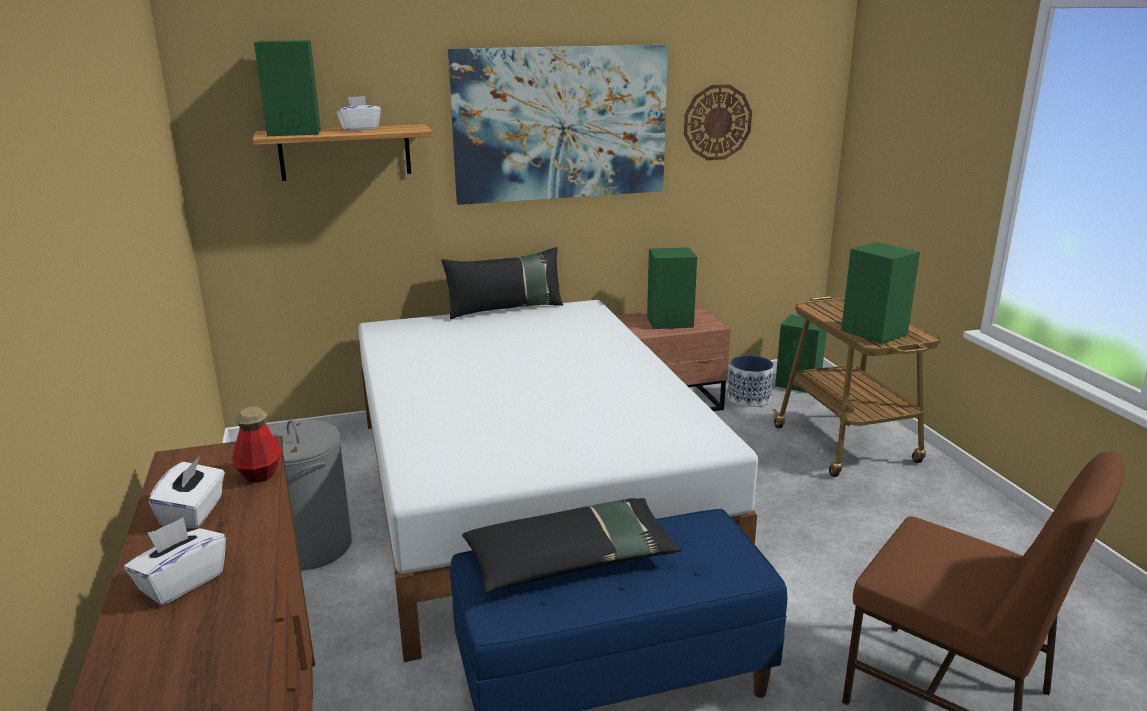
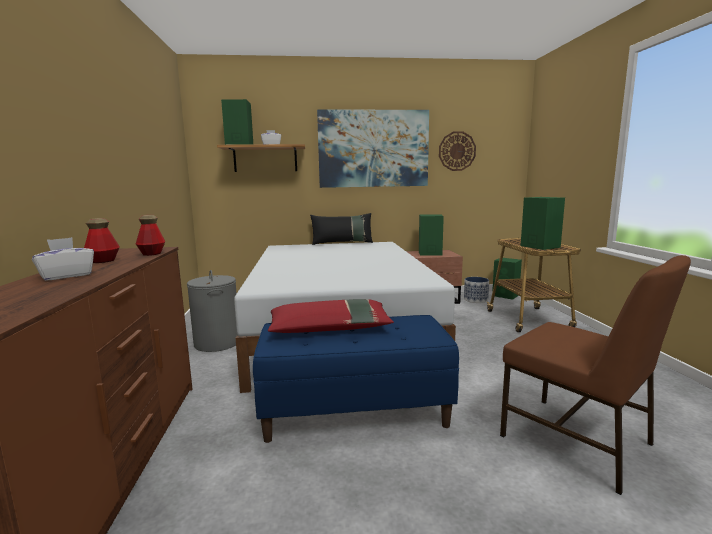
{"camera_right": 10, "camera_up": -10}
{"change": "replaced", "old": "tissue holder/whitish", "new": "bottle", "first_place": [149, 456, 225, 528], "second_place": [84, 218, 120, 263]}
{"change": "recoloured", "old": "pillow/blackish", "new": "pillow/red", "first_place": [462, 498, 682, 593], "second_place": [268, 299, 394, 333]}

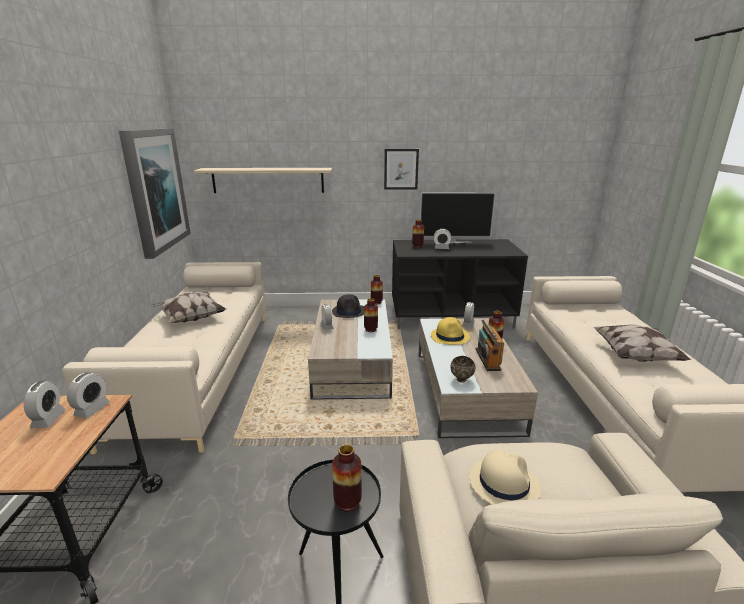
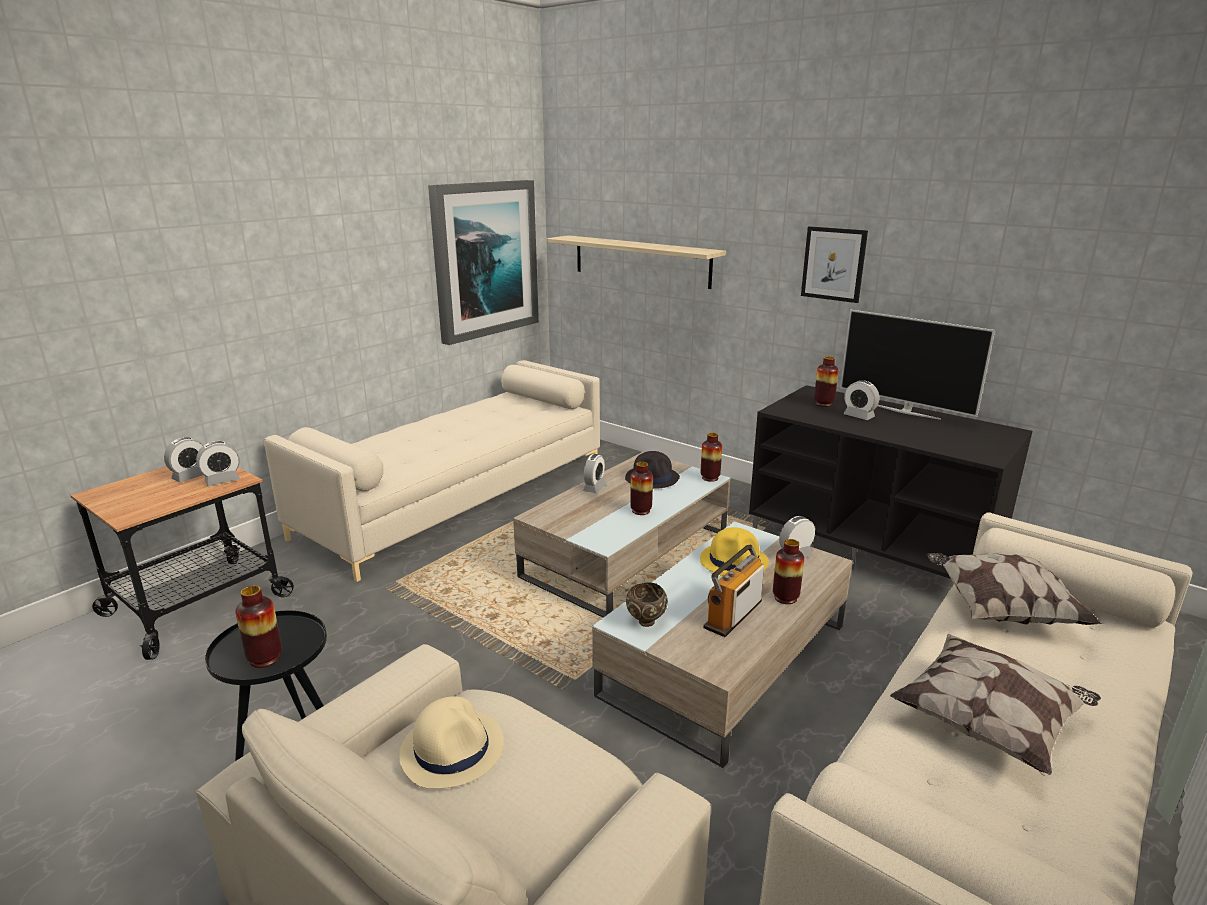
{"camera_right": 40, "camera_up": 0}
{"change": "moved", "old": "pillow", "first_place": [153, 292, 226, 323], "second_place": [926, 553, 1102, 625]}

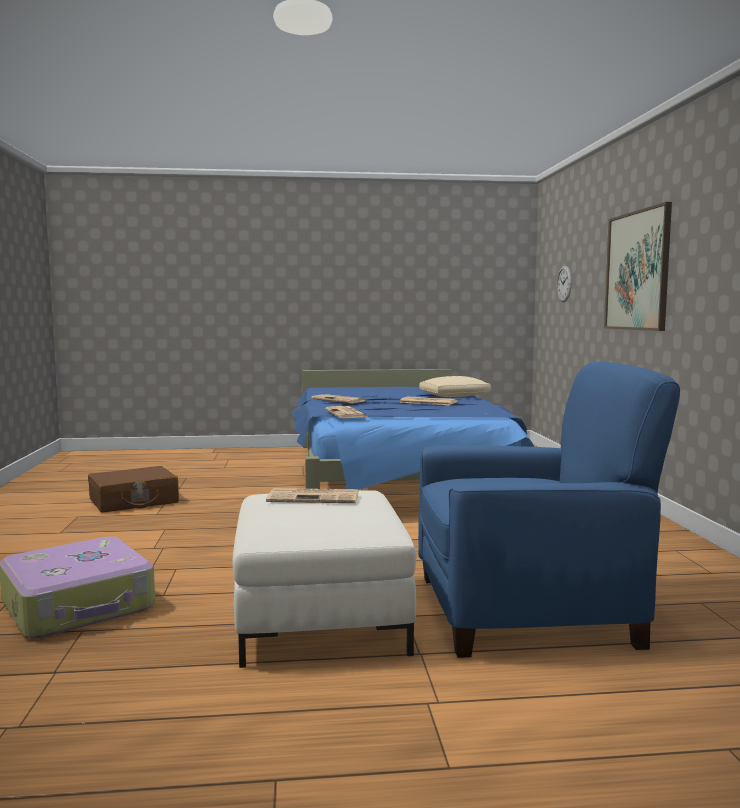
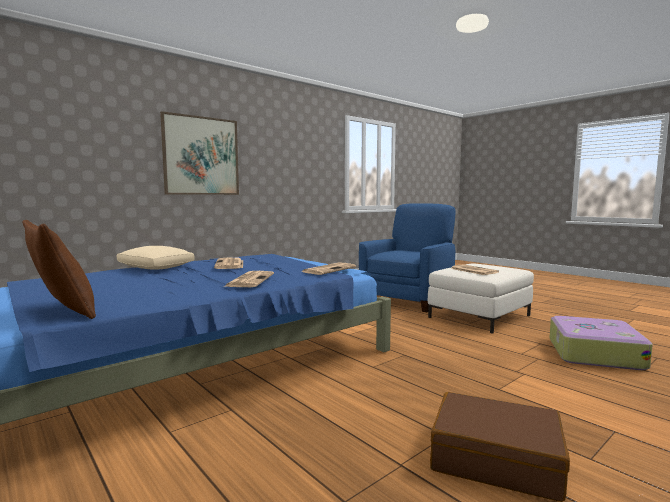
{"camera_right": -125, "camera_up": 0}
{"change": "added", "new": "pillow/brown", "second_place": [22, 220, 96, 319]}
{"change": "turned", "old": "armchair/blue-coloured", "first_place": [418, 361, 680, 658], "second_place": [359, 203, 455, 312], "degrees": 75}
{"change": "removed", "old": "wall clock", "first_place": [557, 266, 572, 302]}

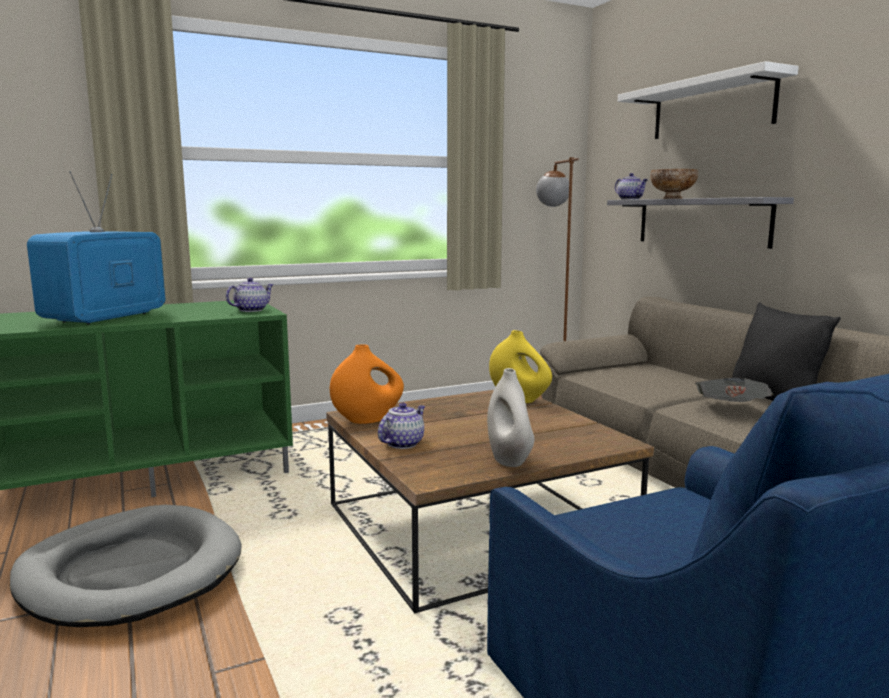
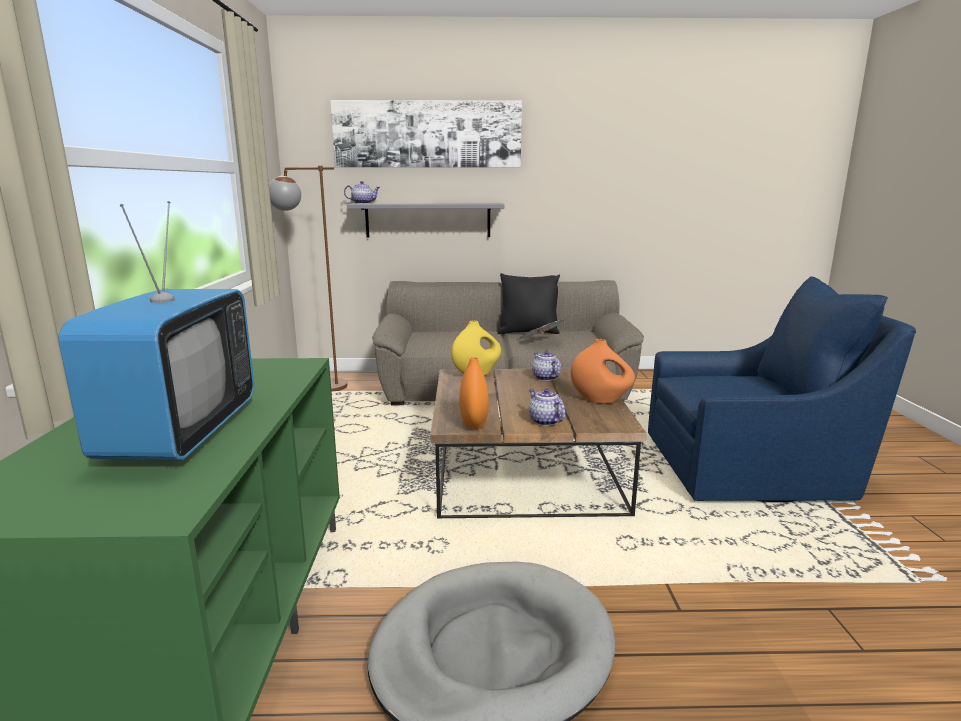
{"camera_right": -65, "camera_up": 5}
{"change": "turned", "old": "TV", "first_place": [27, 171, 165, 324], "second_place": [58, 201, 254, 461], "degrees": -135}
{"change": "replaced", "old": "wall shelf/whitish", "new": "wall picture", "first_place": [618, 61, 799, 139], "second_place": [330, 100, 522, 168]}
{"change": "moved", "old": "pot for tea", "first_place": [226, 278, 274, 312], "second_place": [532, 351, 561, 381]}
{"change": "recoloured", "old": "flower vase/whitish", "new": "flower vase/orange", "first_place": [487, 368, 534, 467], "second_place": [571, 339, 635, 404]}
{"change": "removed", "old": "bowl", "first_place": [650, 169, 698, 199]}

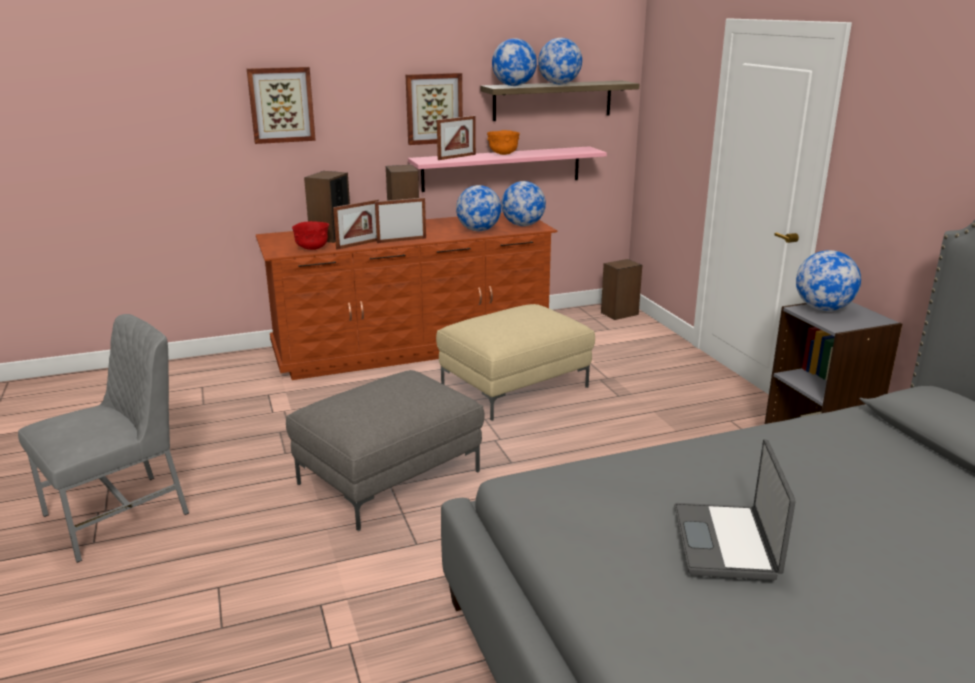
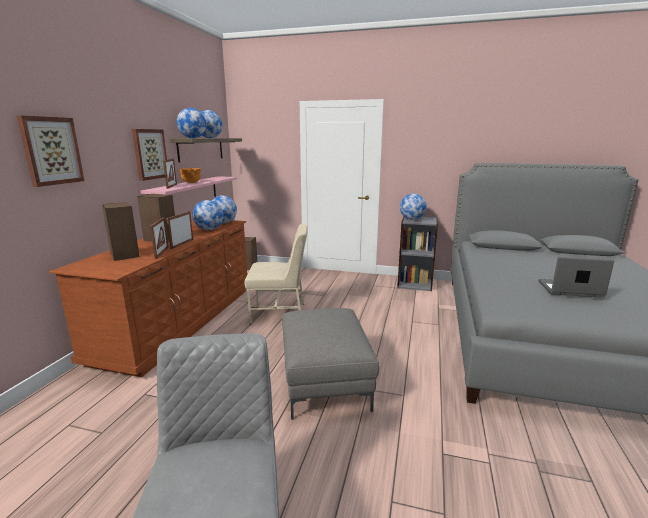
{"camera_right": -55, "camera_up": -5}
{"change": "replaced", "old": "ottoman/beige-coloured", "new": "plain chair/beige-coloured", "first_place": [436, 304, 595, 421], "second_place": [245, 224, 308, 324]}
{"change": "turned", "old": "laptop", "first_place": [674, 439, 795, 580], "second_place": [539, 257, 614, 298], "degrees": 150}
{"change": "removed", "old": "bowl/red", "first_place": [292, 221, 329, 250]}

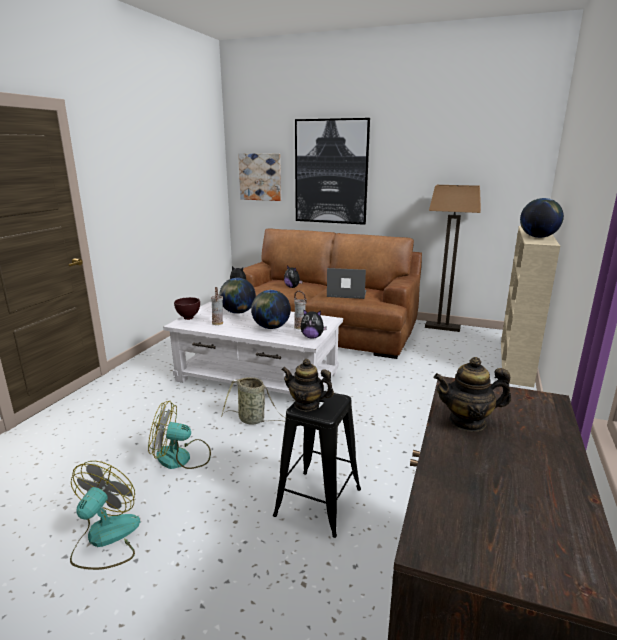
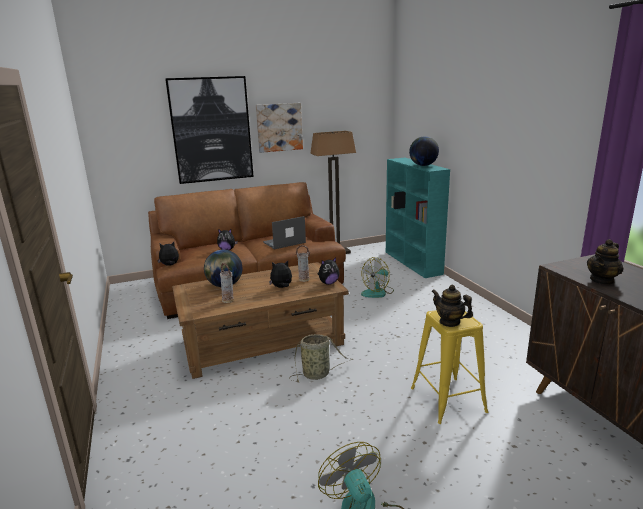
{"camera_right": -40, "camera_up": 0}
{"change": "recoloured", "old": "low table/whitish", "new": "low table/brown", "first_place": [163, 302, 343, 395], "second_place": [172, 262, 349, 379]}
{"change": "moved", "old": "wall picture", "first_place": [238, 153, 281, 201], "second_place": [256, 103, 303, 153]}
{"change": "replaced", "old": "desk globe", "new": "soft toy", "first_place": [251, 290, 291, 329], "second_place": [269, 261, 292, 288]}
{"change": "moved", "old": "cooling fan", "first_place": [148, 401, 211, 469], "second_place": [361, 257, 394, 298]}
{"change": "recoloured", "old": "bookshelf/beige-coloured", "new": "bookshelf/turquoise-coloured", "first_place": [501, 226, 560, 387], "second_place": [386, 158, 450, 278]}
{"change": "recoloured", "old": "sitting stool/blackish", "new": "sitting stool/yellow-coloured", "first_place": [273, 391, 361, 538], "second_place": [411, 310, 488, 424]}
{"change": "turned", "old": "pot for tea", "first_place": [281, 359, 334, 411], "second_place": [431, 285, 473, 327], "degrees": 60}
{"change": "removed", "old": "bowl/brown", "first_place": [174, 297, 200, 320]}

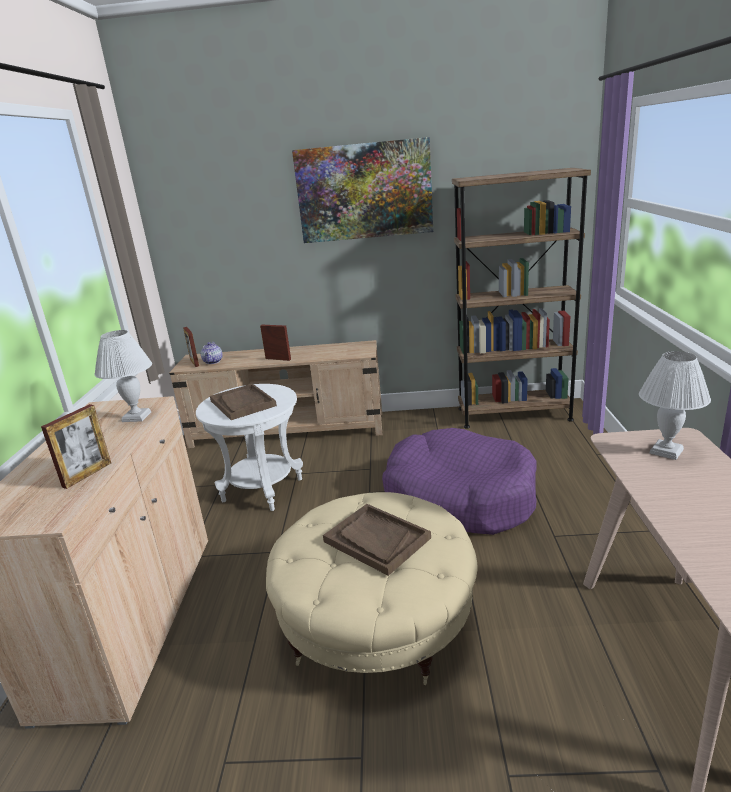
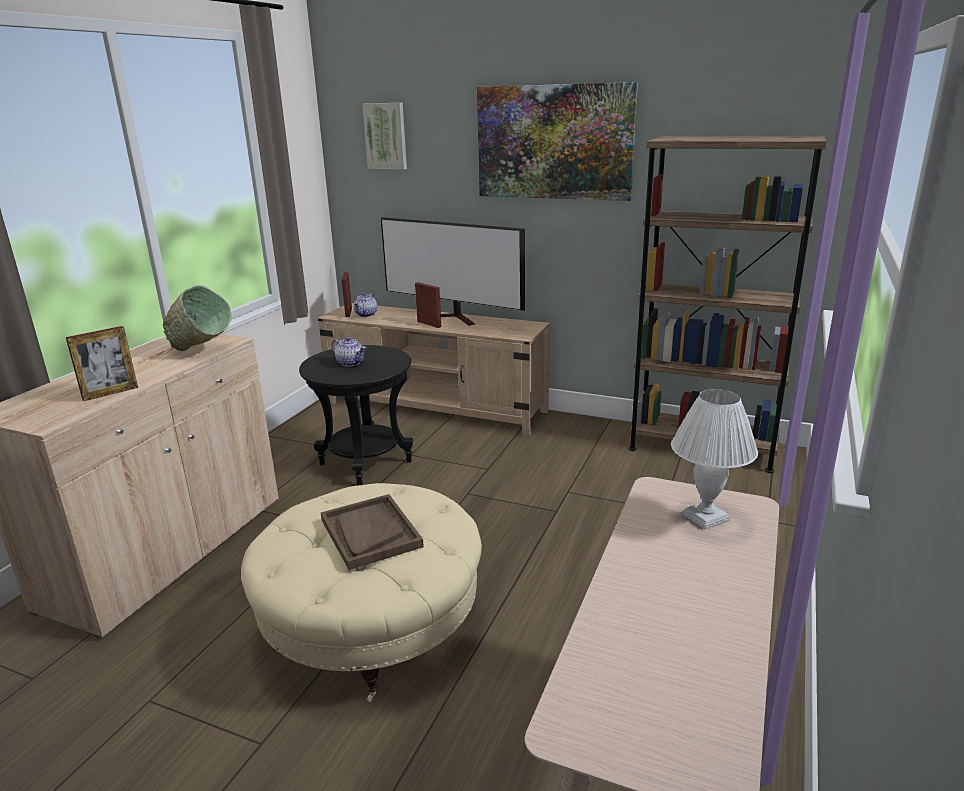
{"camera_right": 20, "camera_up": 0}
{"change": "replaced", "old": "lamp for a table/whitish", "new": "bowl/green-coloured", "first_place": [94, 330, 152, 422], "second_place": [163, 285, 232, 351]}
{"change": "recoloured", "old": "end table/whitish", "new": "end table/blackish", "first_place": [196, 384, 303, 511], "second_place": [299, 345, 413, 486]}
{"change": "replaced", "old": "carrying tray/brown", "new": "pot for tea", "first_place": [210, 384, 277, 420], "second_place": [331, 337, 366, 367]}
{"change": "added", "new": "wall picture", "second_place": [362, 103, 407, 170]}
{"change": "added", "new": "TV", "second_place": [381, 217, 525, 326]}
{"change": "removed", "old": "pet bed/purplish", "first_place": [382, 428, 537, 535]}

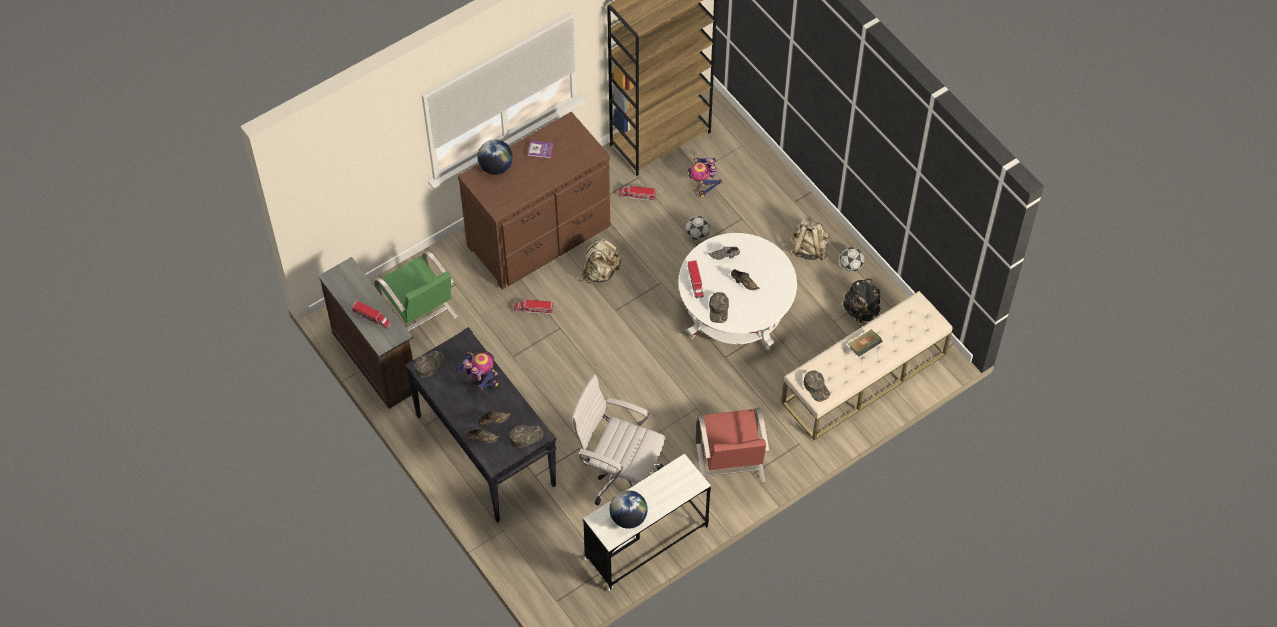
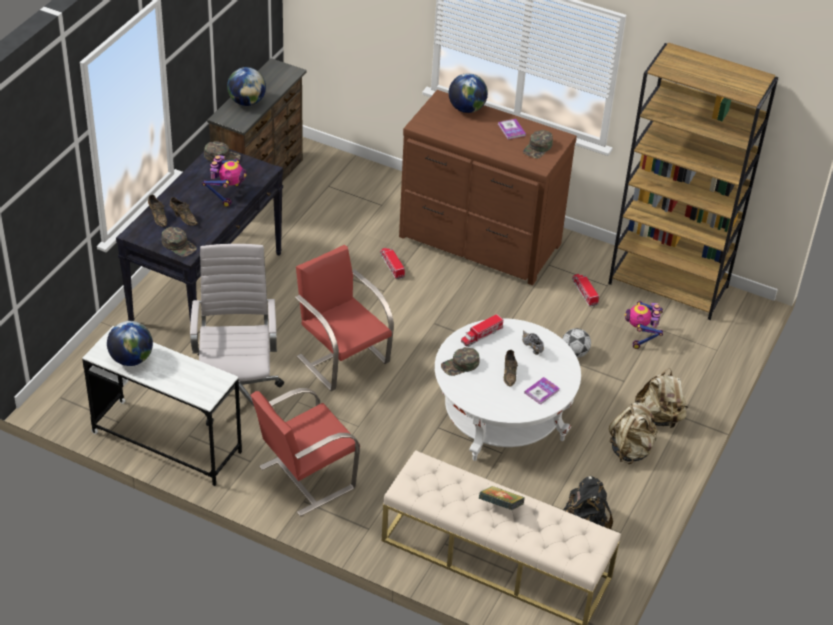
{"camera_right": 60, "camera_up": -15}
{"change": "replaced", "old": "toy truck", "new": "desk globe", "first_place": [352, 301, 391, 328], "second_place": [227, 67, 266, 106]}
{"change": "added", "new": "plain chair/red", "second_place": [295, 245, 394, 391]}
{"change": "moved", "old": "cap/green-coloured", "first_place": [804, 370, 830, 402], "second_place": [523, 130, 553, 158]}
{"change": "added", "new": "book", "second_place": [524, 377, 560, 405]}
{"change": "turned", "old": "robot figure", "first_place": [687, 157, 722, 198], "second_place": [625, 301, 663, 349], "degrees": -45}
{"change": "moved", "old": "rucksack/beige-coloured", "first_place": [582, 239, 621, 283], "second_place": [635, 368, 688, 428]}
{"change": "removed", "old": "plain chair/green-coloured", "first_place": [374, 251, 458, 344]}
{"change": "removed", "old": "football", "first_place": [840, 247, 865, 272]}

